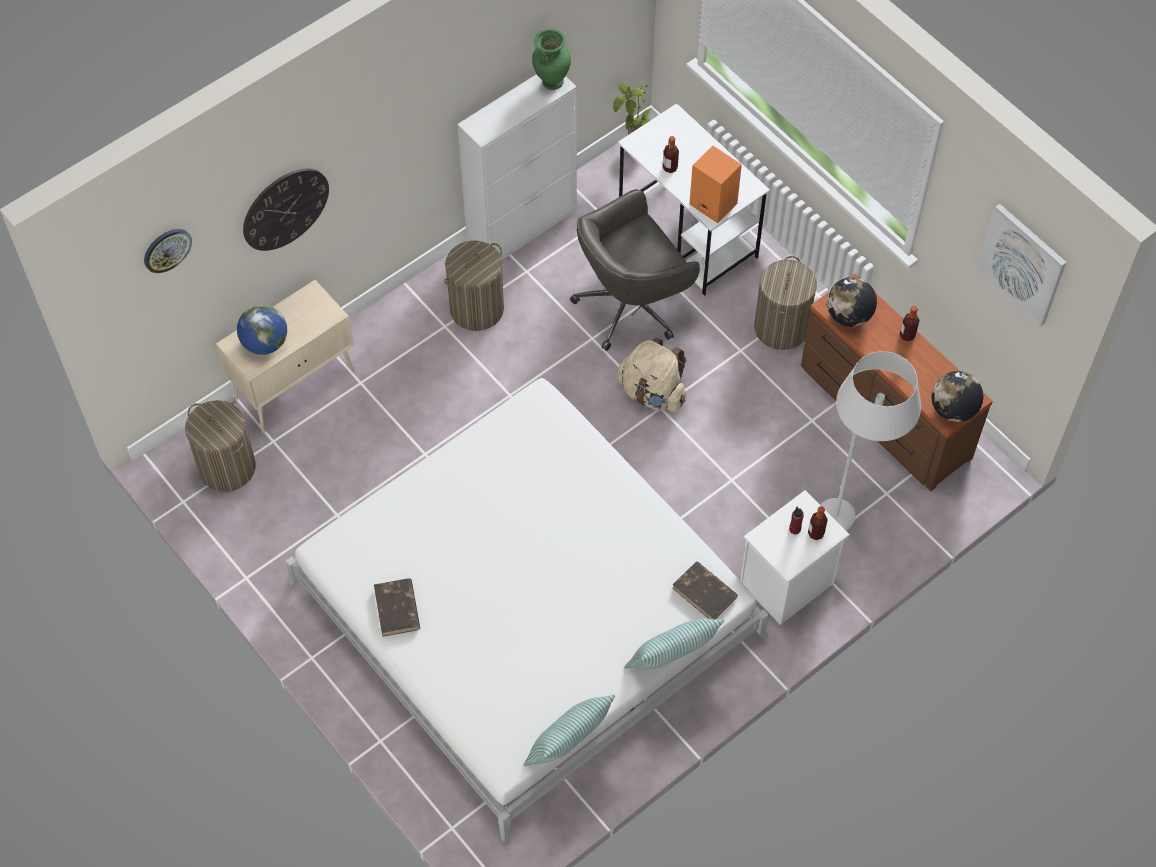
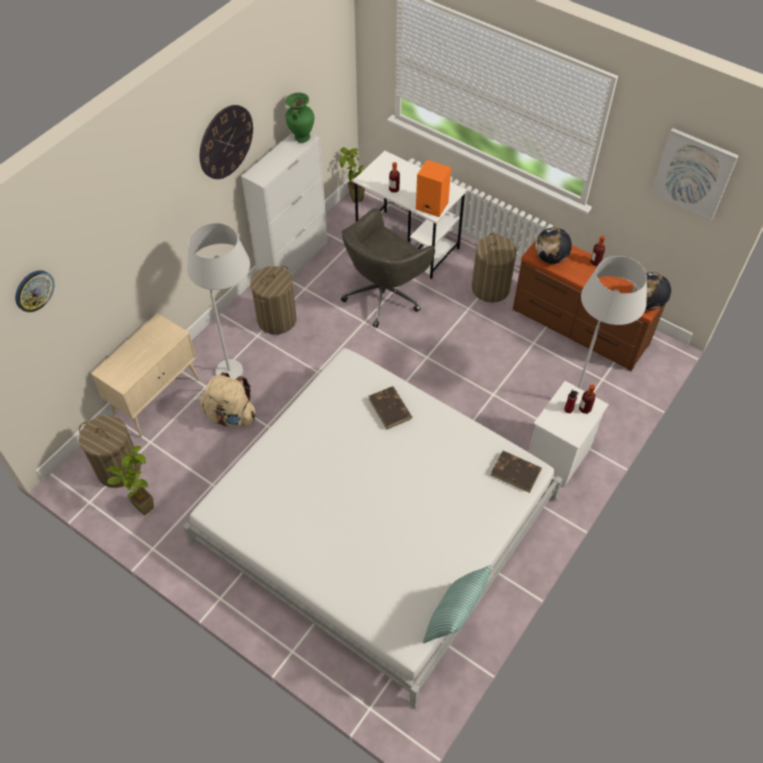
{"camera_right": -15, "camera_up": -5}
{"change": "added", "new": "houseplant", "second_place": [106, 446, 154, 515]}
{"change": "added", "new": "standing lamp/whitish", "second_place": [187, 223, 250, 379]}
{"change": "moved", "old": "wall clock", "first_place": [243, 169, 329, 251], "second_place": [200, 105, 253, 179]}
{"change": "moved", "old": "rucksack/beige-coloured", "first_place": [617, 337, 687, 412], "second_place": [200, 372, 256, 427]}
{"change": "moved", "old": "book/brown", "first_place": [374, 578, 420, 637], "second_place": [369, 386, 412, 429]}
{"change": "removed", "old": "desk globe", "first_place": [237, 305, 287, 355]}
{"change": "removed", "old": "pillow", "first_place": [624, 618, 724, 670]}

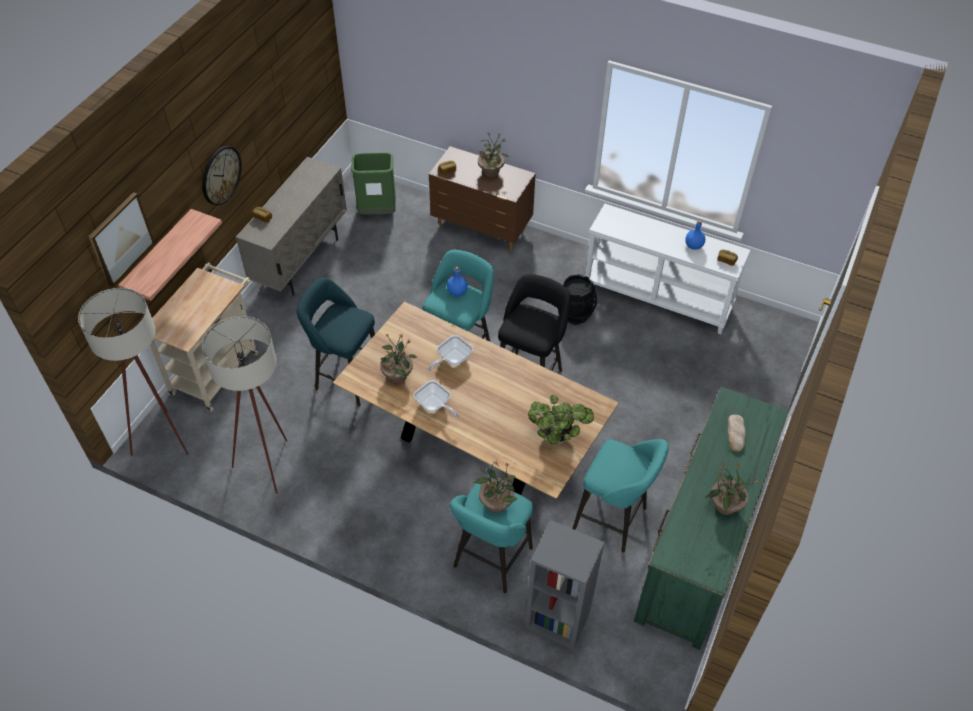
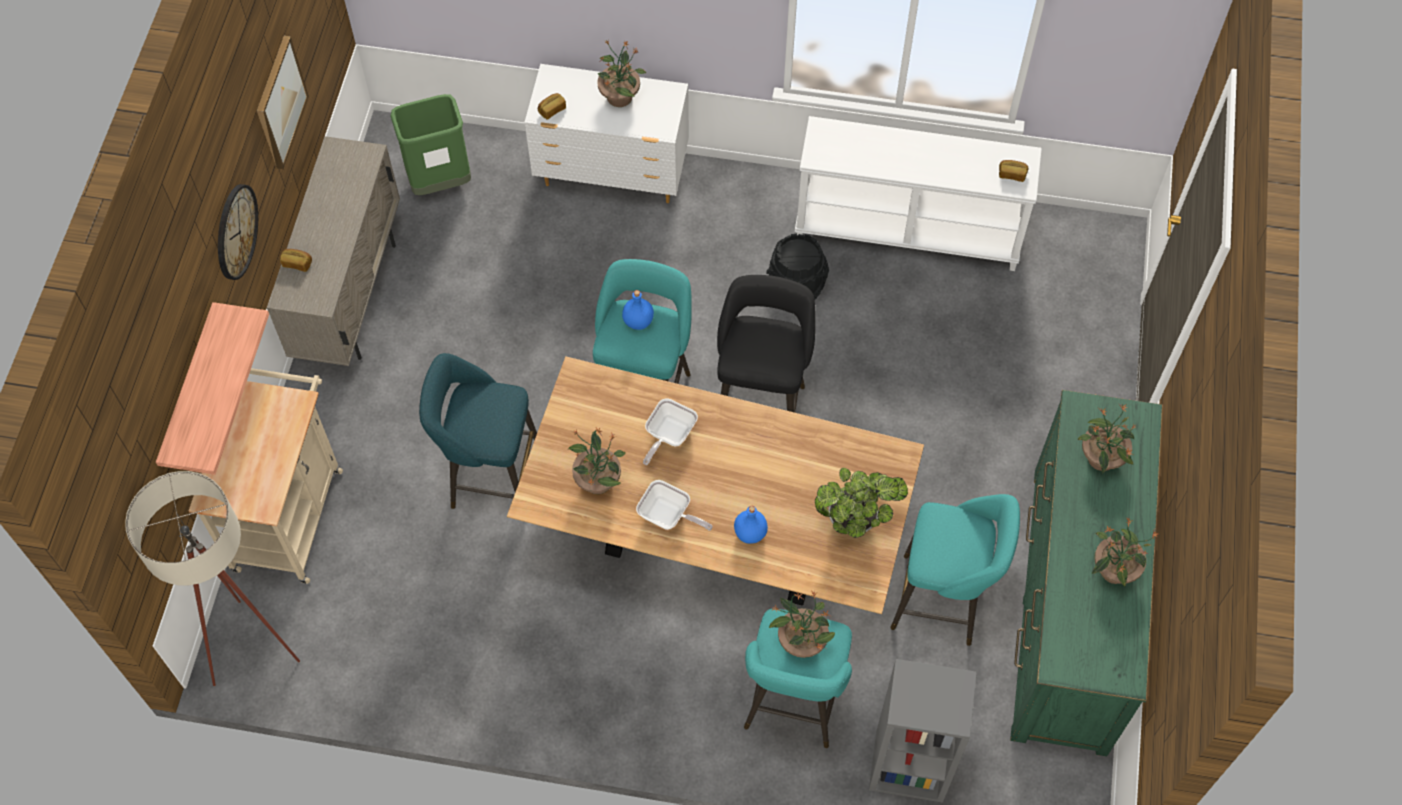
{"camera_right": -15, "camera_up": 10}
{"change": "moved", "old": "wall picture", "first_place": [88, 192, 155, 287], "second_place": [257, 36, 309, 169]}
{"change": "recoloured", "old": "dresser/brown", "new": "dresser/whitish", "first_place": [429, 146, 536, 251], "second_place": [525, 64, 689, 203]}
{"change": "moved", "old": "bottle/blue-coloured", "first_place": [685, 220, 705, 250], "second_place": [734, 506, 768, 544]}
{"change": "replaced", "old": "bread", "new": "houseplant", "first_place": [728, 415, 746, 452], "second_place": [1078, 403, 1136, 474]}
{"change": "removed", "old": "standing lamp/beige-coloured", "first_place": [202, 316, 287, 494]}

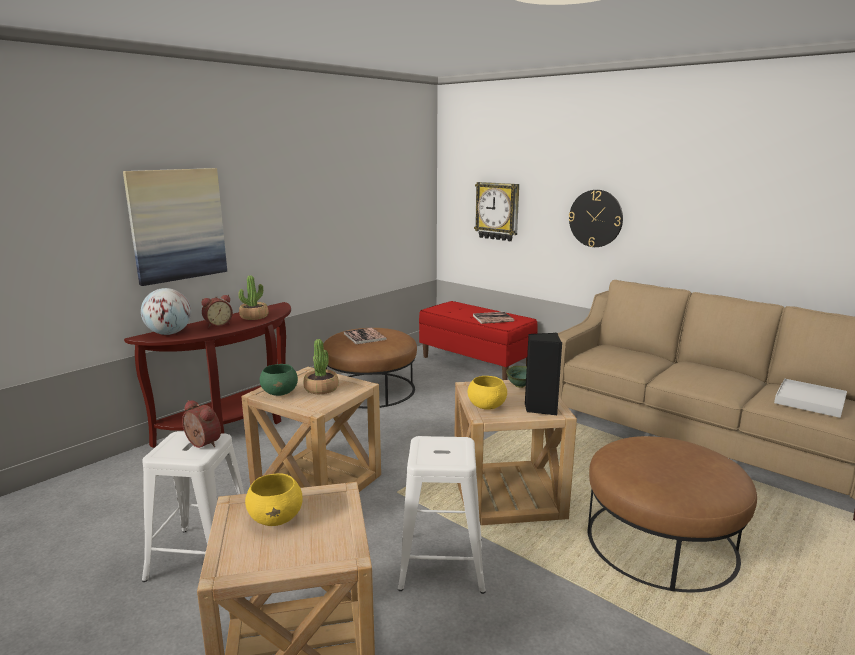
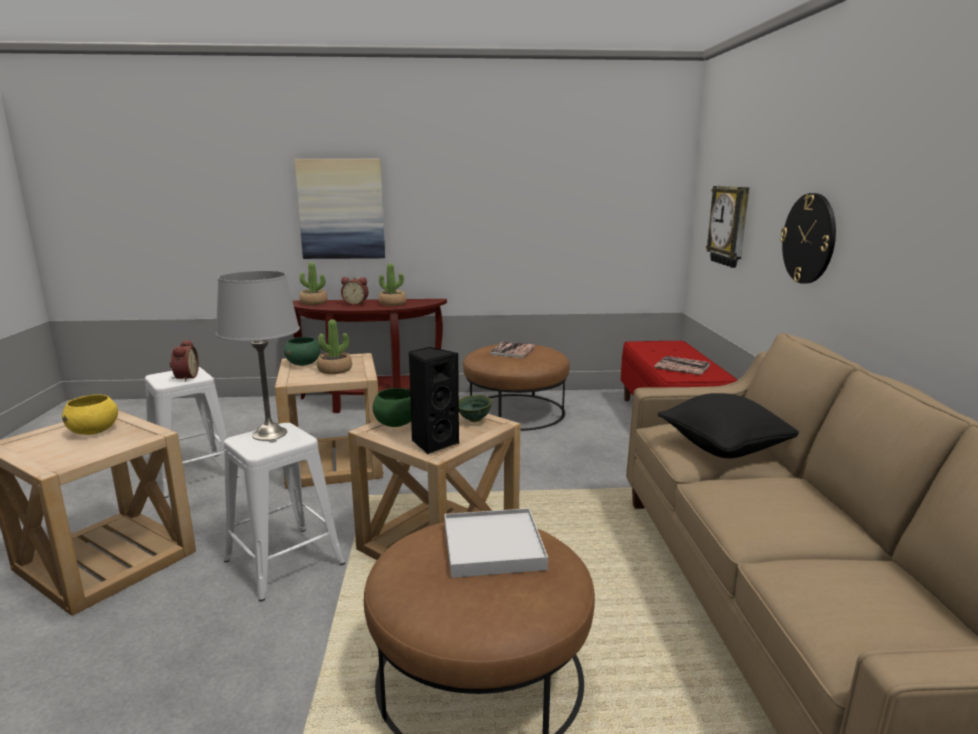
{"camera_right": 45, "camera_up": 0}
{"change": "added", "new": "lamp for a table/grey", "second_place": [216, 271, 300, 441]}
{"change": "replaced", "old": "desk globe", "new": "houseplant", "first_place": [141, 288, 191, 335], "second_place": [299, 262, 328, 305]}
{"change": "recoloured", "old": "bowl/yellow-coloured", "new": "bowl/green-coloured", "first_place": [468, 376, 507, 410], "second_place": [373, 388, 411, 427]}
{"change": "moved", "old": "carrying tray/whitish", "first_place": [774, 378, 847, 418], "second_place": [445, 508, 548, 578]}
{"change": "added", "new": "pillow/blackish", "second_place": [657, 393, 799, 458]}

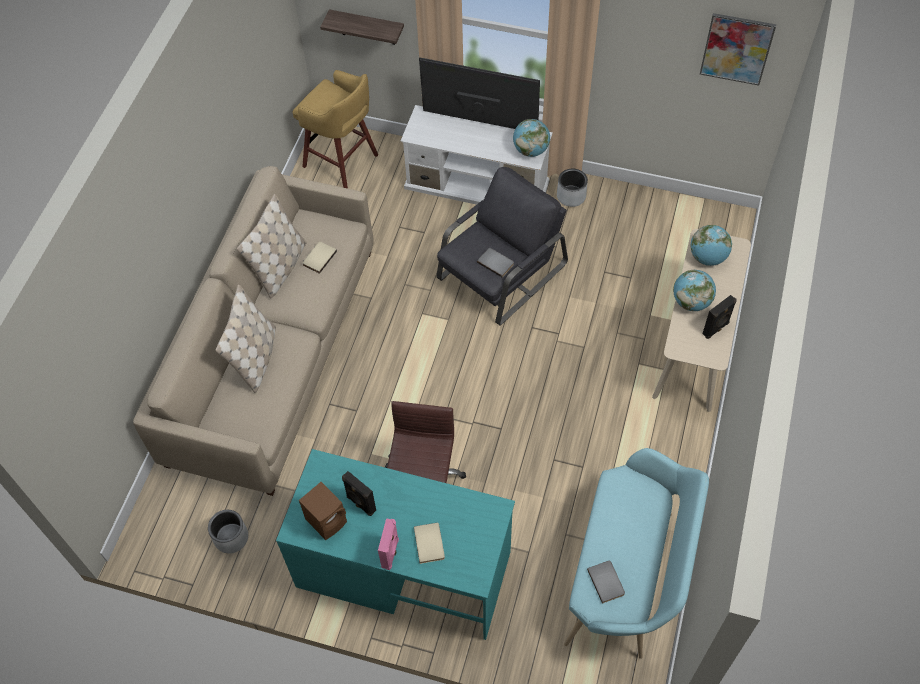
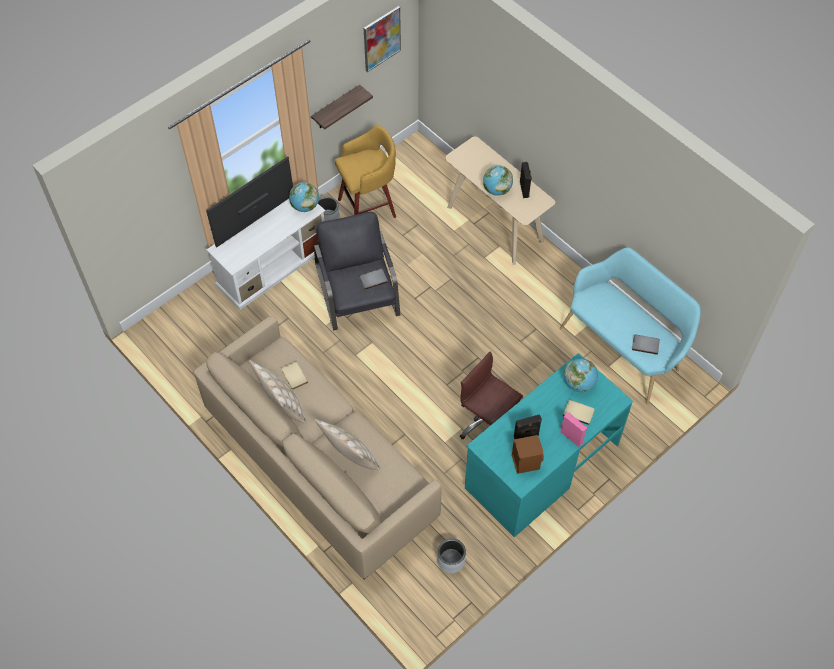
{"camera_right": -60, "camera_up": 0}
{"change": "moved", "old": "wall shelf", "first_place": [320, 9, 404, 45], "second_place": [311, 84, 373, 130]}
{"change": "moved", "old": "sitting stool/yellow-coloured", "first_place": [293, 70, 378, 189], "second_place": [335, 125, 396, 218]}
{"change": "moved", "old": "desk globe", "first_place": [691, 225, 732, 266], "second_place": [564, 358, 598, 392]}

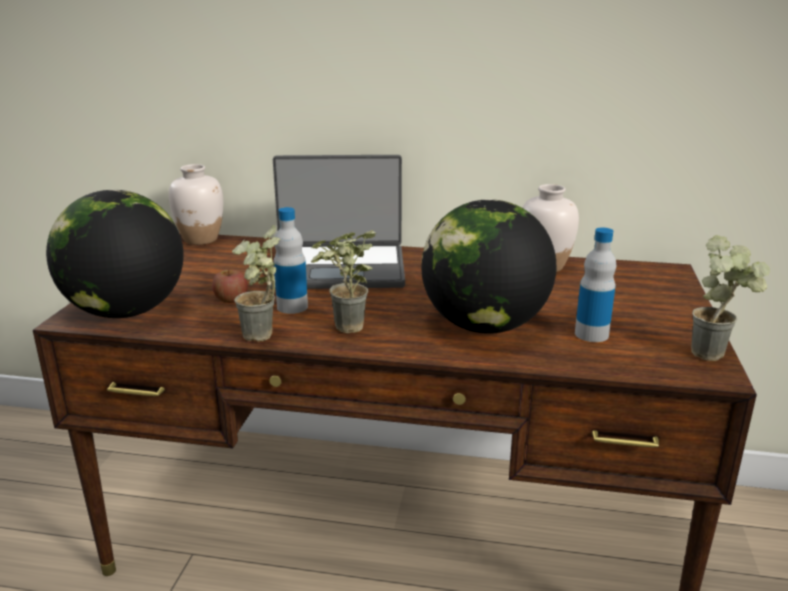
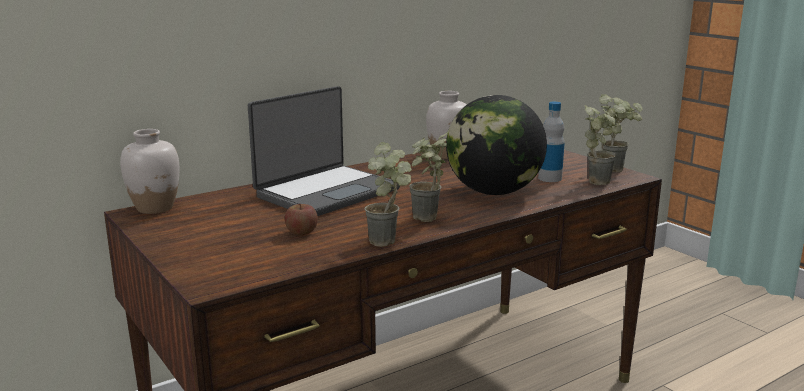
{"camera_right": -45, "camera_up": -5}
{"change": "added", "new": "houseplant", "second_place": [584, 105, 617, 185]}
{"change": "removed", "old": "desk globe", "first_place": [46, 190, 183, 318]}
{"change": "removed", "old": "bottle", "first_place": [274, 207, 308, 314]}

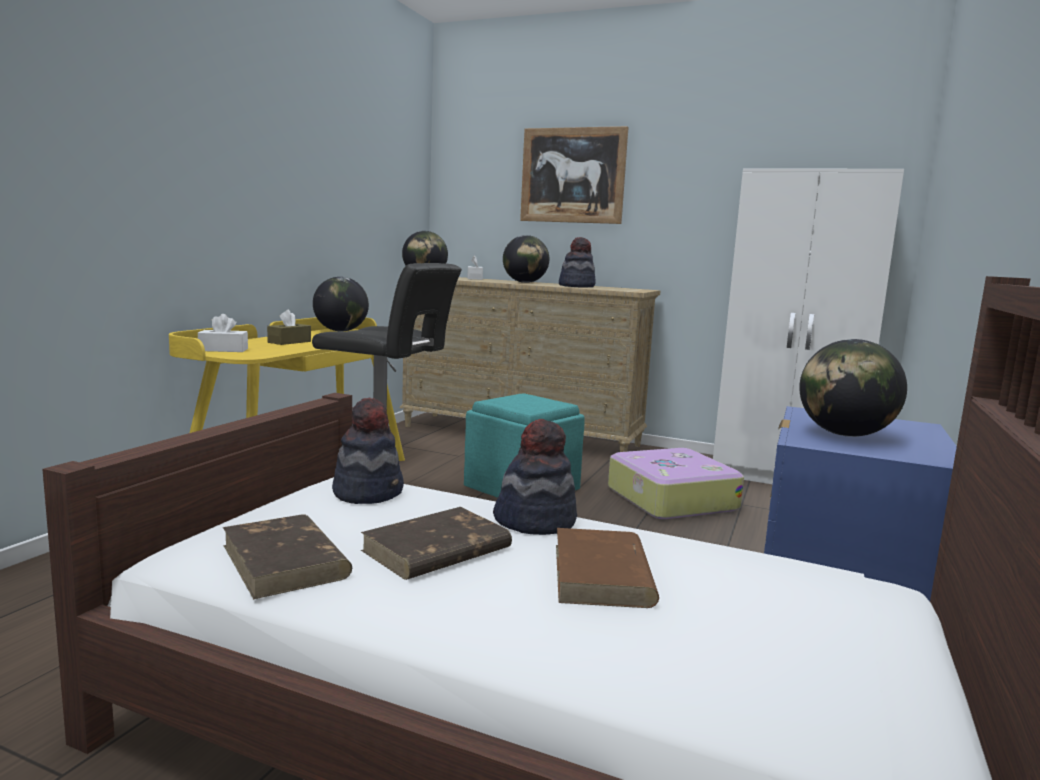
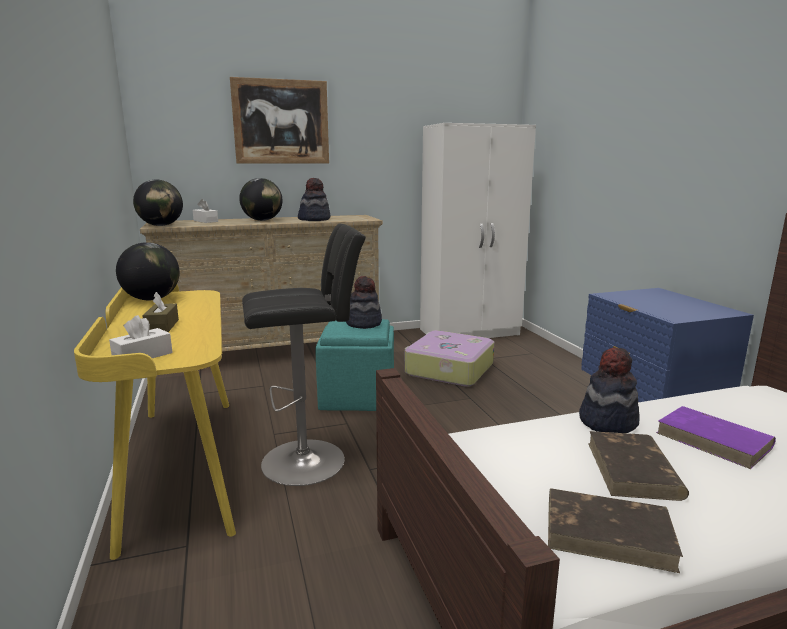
{"camera_right": -40, "camera_up": 5}
{"change": "moved", "old": "hat", "first_place": [332, 397, 404, 504], "second_place": [346, 276, 382, 329]}
{"change": "recoloured", "old": "book/brown", "new": "book/purplish", "first_place": [556, 528, 659, 608], "second_place": [656, 406, 776, 469]}
{"change": "removed", "old": "desk globe", "first_place": [799, 339, 907, 437]}

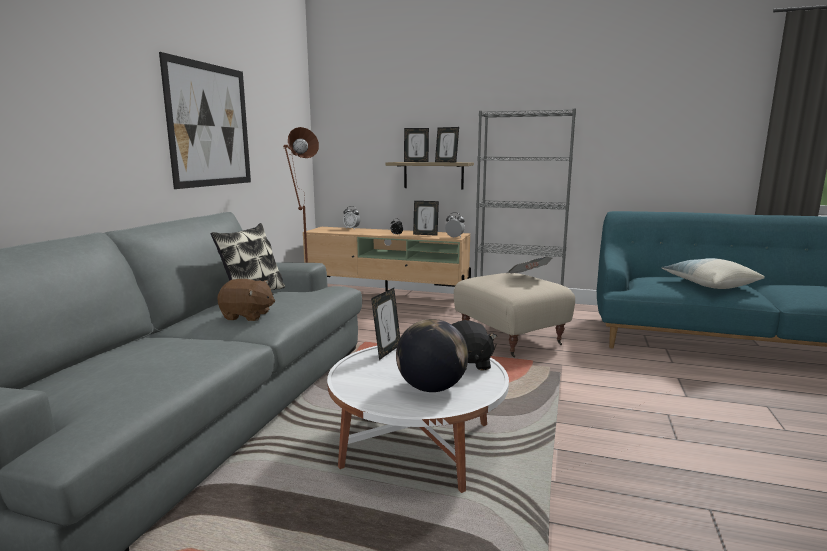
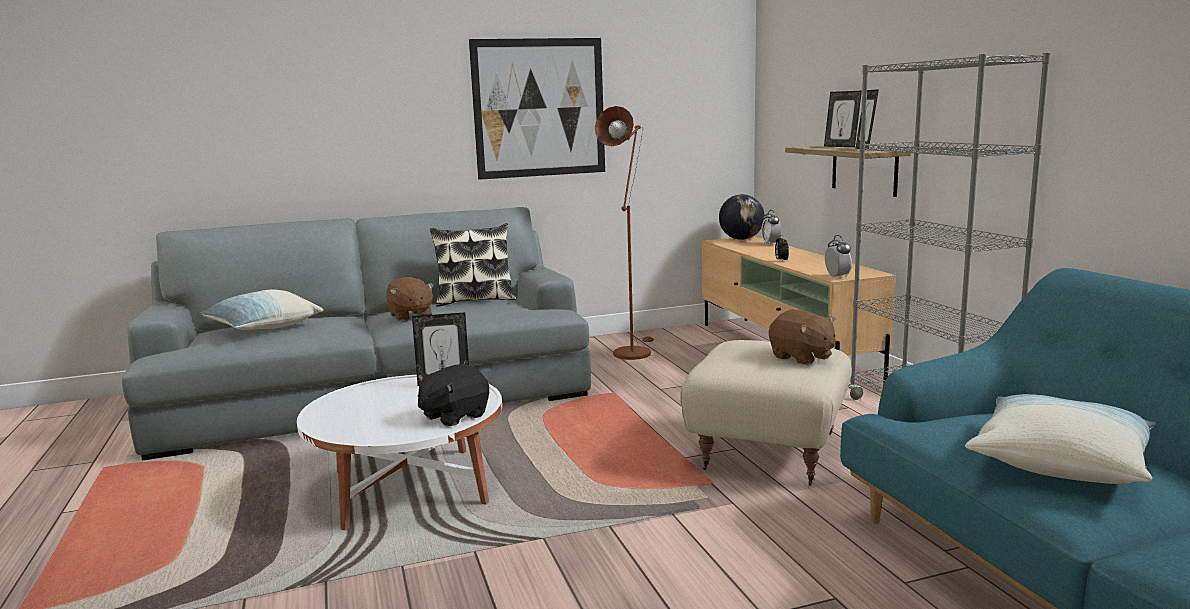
{"camera_right": 55, "camera_up": 0}
{"change": "added", "new": "pillow", "second_place": [200, 290, 324, 330]}
{"change": "moved", "old": "desk globe", "first_place": [396, 319, 469, 392], "second_place": [719, 194, 765, 240]}
{"change": "replaced", "old": "daily paper", "new": "soft toy/brown", "first_place": [508, 256, 553, 273], "second_place": [769, 310, 836, 365]}
{"change": "removed", "old": "picture frame", "first_place": [413, 201, 439, 236]}

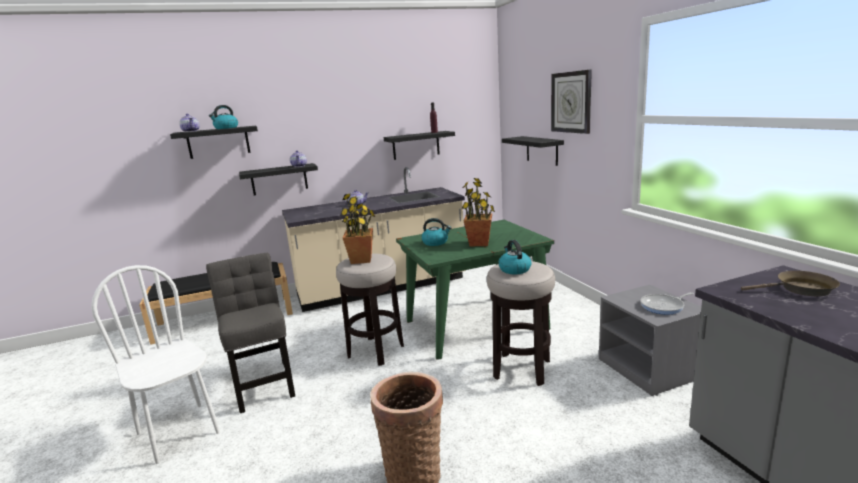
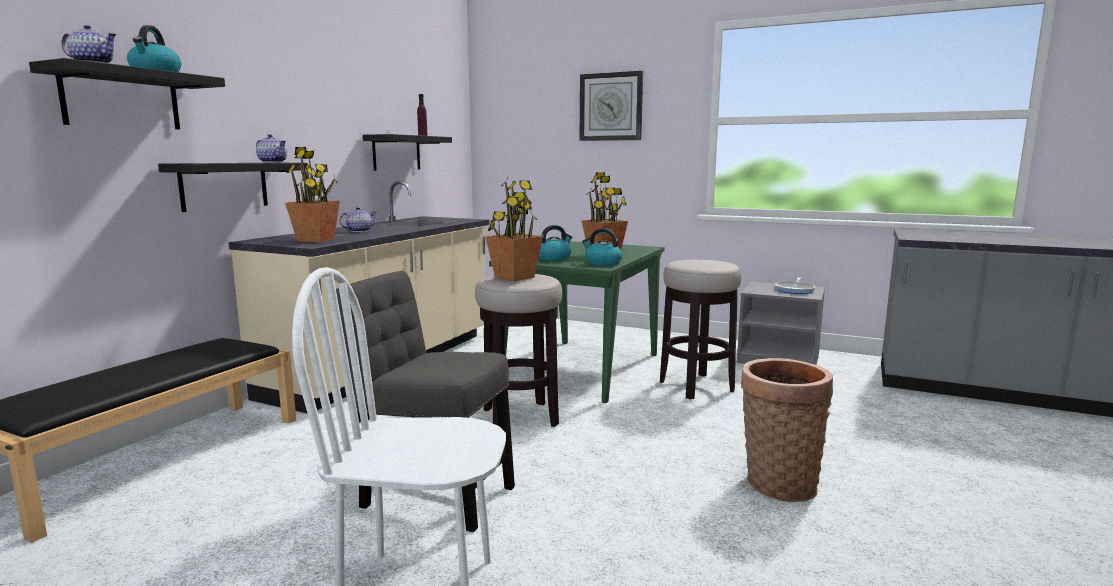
{"camera_right": -45, "camera_up": -5}
{"change": "added", "new": "houseplant", "second_place": [285, 147, 340, 242]}
{"change": "moved", "old": "kettle", "first_place": [499, 240, 531, 274], "second_place": [582, 228, 622, 266]}
{"change": "removed", "old": "wall shelf/blackish", "first_place": [502, 136, 564, 166]}
{"change": "removed", "old": "pan/brown", "first_place": [741, 271, 840, 296]}

